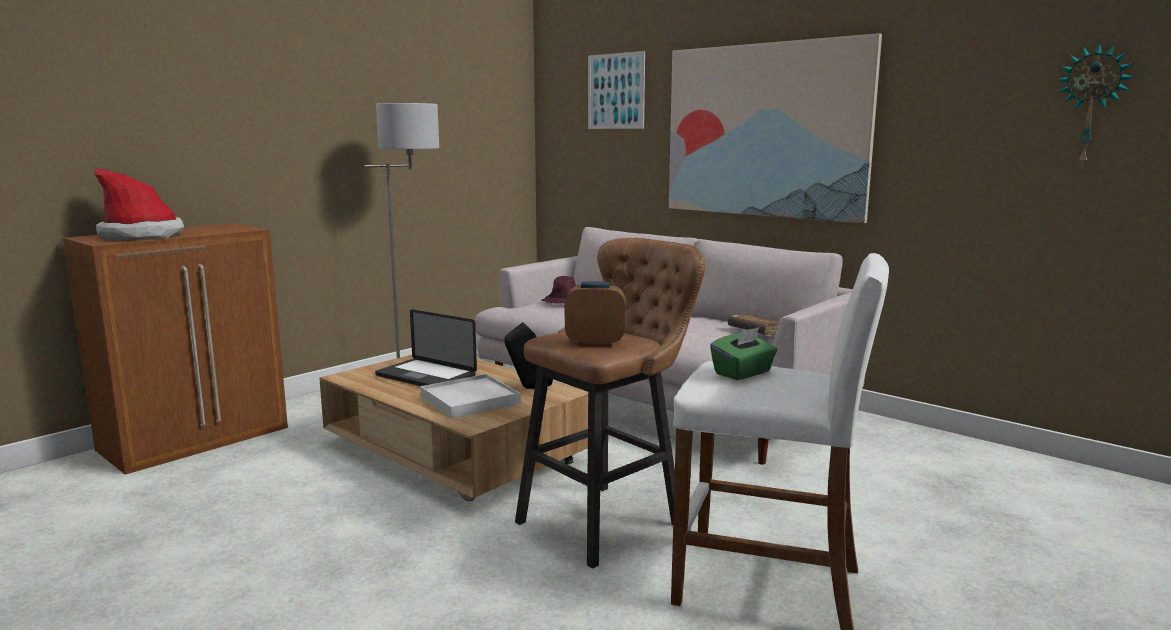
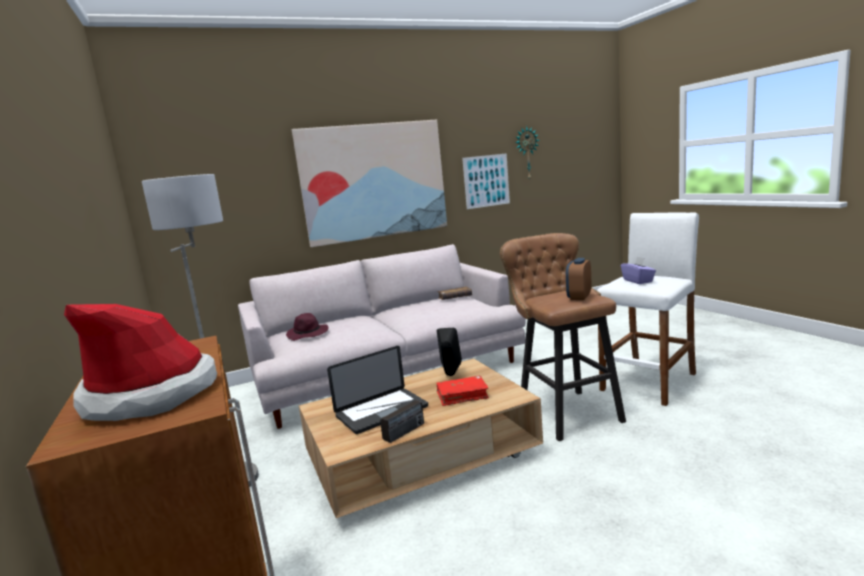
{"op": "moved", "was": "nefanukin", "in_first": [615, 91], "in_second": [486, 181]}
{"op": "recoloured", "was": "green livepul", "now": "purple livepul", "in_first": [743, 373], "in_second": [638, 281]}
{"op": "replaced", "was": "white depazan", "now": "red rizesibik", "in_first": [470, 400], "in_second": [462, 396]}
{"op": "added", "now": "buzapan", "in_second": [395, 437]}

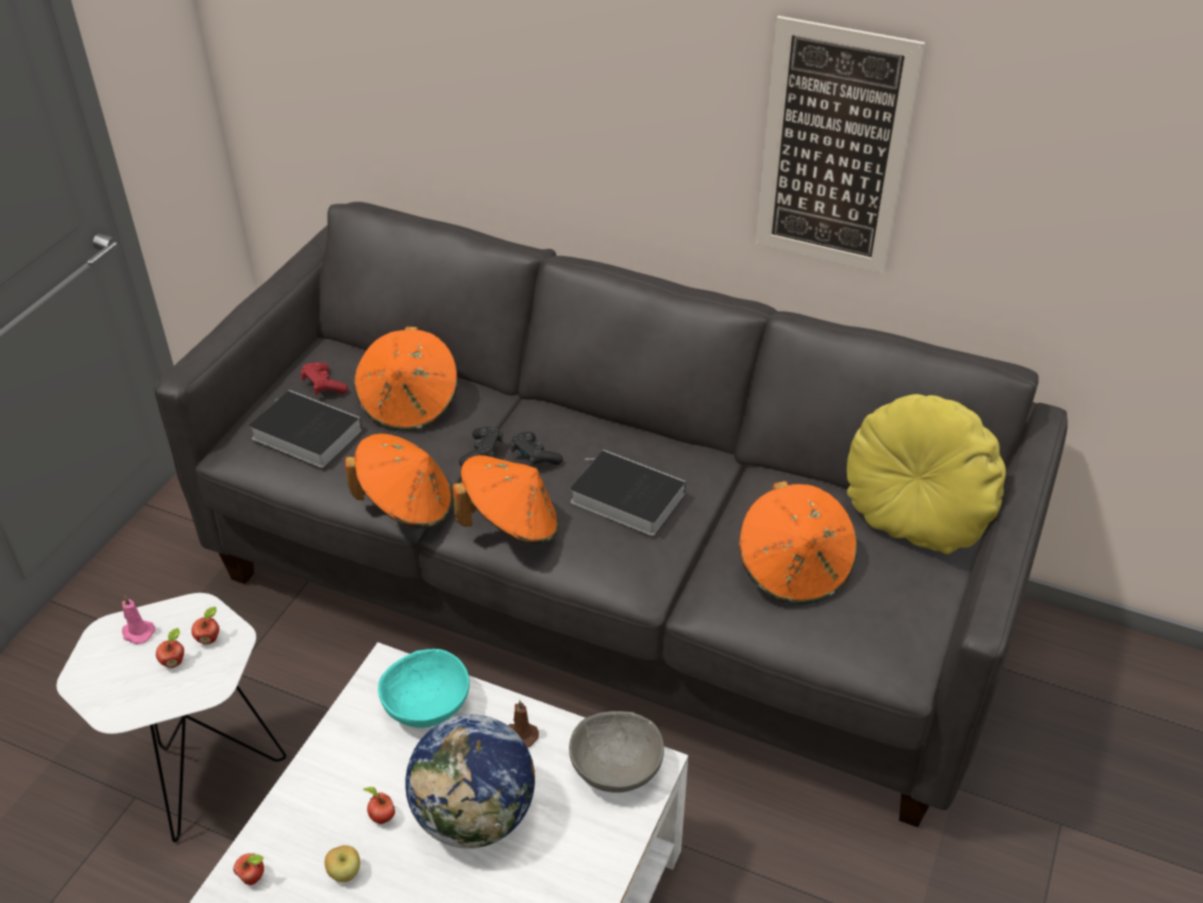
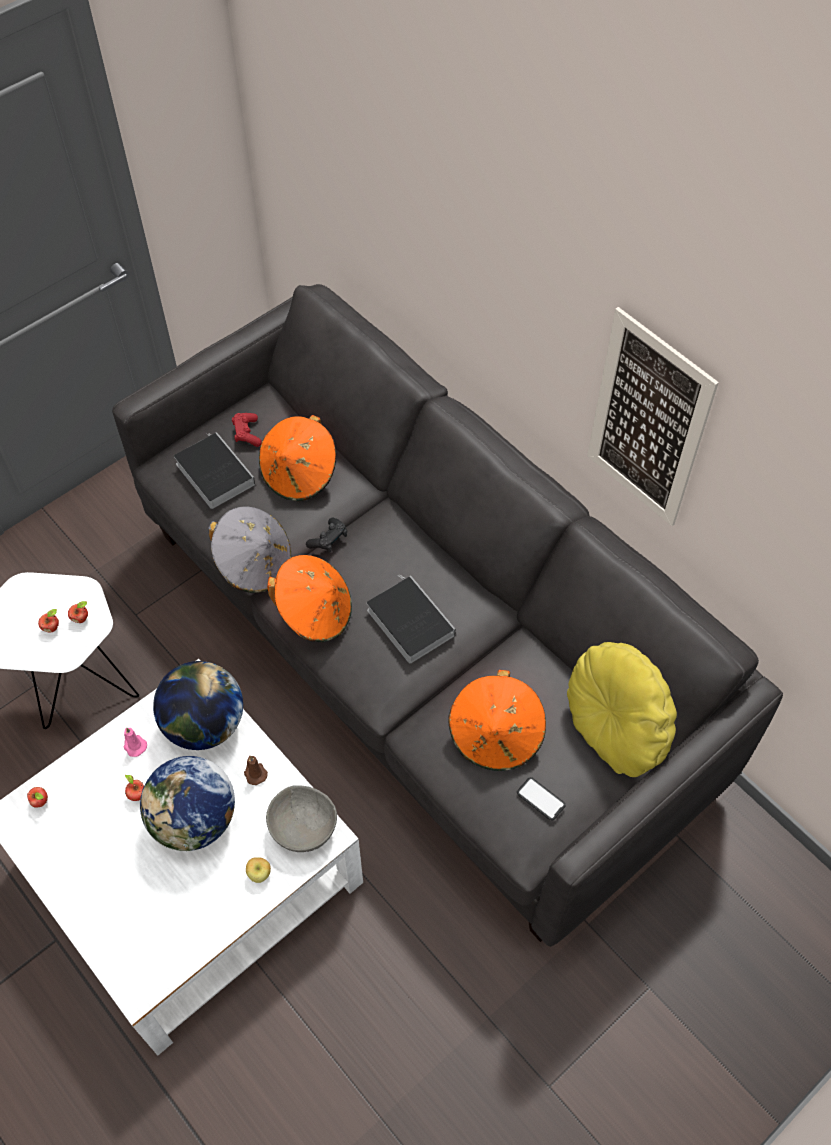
{"op": "removed", "was": "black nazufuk", "in_first": [534, 457]}
{"op": "recoloured", "was": "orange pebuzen", "now": "grey pebuzen", "in_first": [406, 505], "in_second": [254, 564]}
{"op": "moved", "was": "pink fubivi", "in_first": [137, 633], "in_second": [134, 745]}
{"op": "replaced", "was": "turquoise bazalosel", "now": "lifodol", "in_first": [426, 707], "in_second": [204, 724]}
{"op": "moved", "was": "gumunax", "in_first": [345, 873], "in_second": [259, 874]}
{"op": "added", "now": "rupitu", "in_second": [541, 799]}

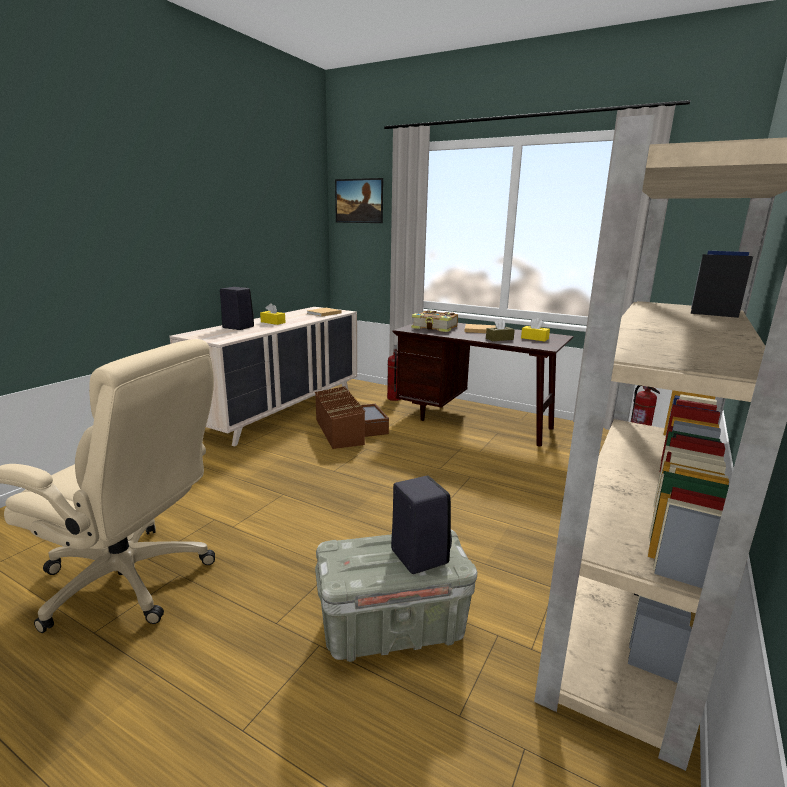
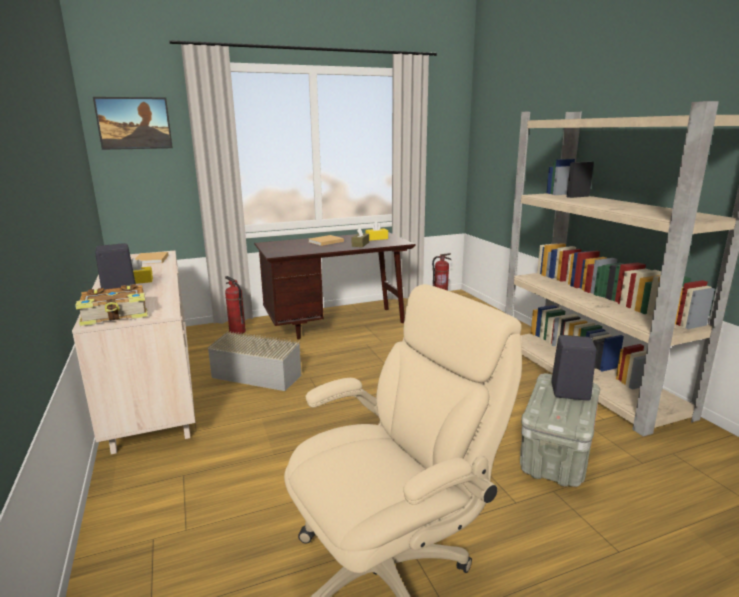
{"op": "moved", "was": "rizesibik", "in_first": [435, 328], "in_second": [116, 314]}
{"op": "recoloured", "was": "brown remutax", "now": "grey remutax", "in_first": [348, 429], "in_second": [260, 371]}

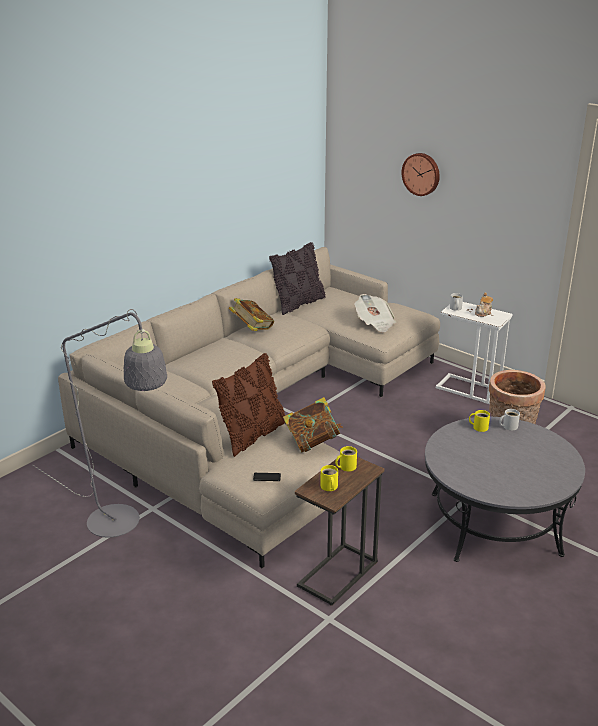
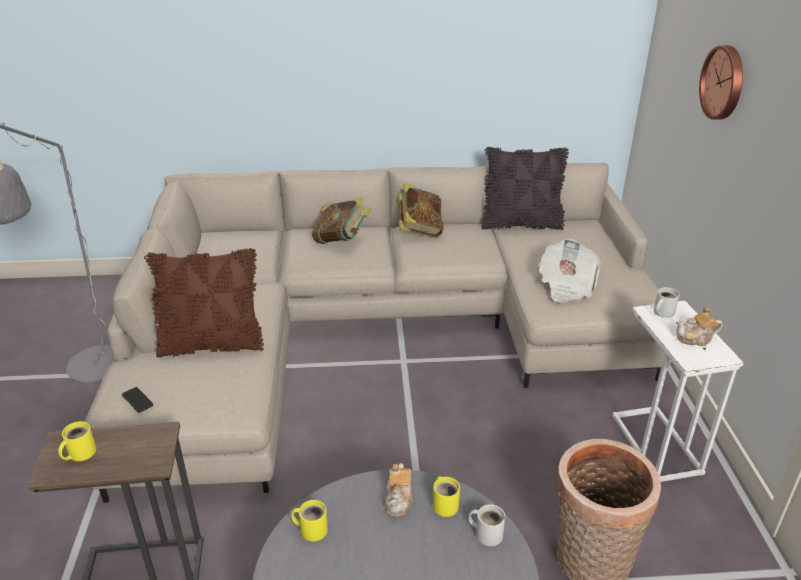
{"op": "moved", "was": "rizesibik", "in_first": [313, 442], "in_second": [342, 240]}
{"op": "moved", "was": "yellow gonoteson", "in_first": [346, 466], "in_second": [312, 529]}
{"op": "added", "now": "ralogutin", "in_second": [399, 500]}

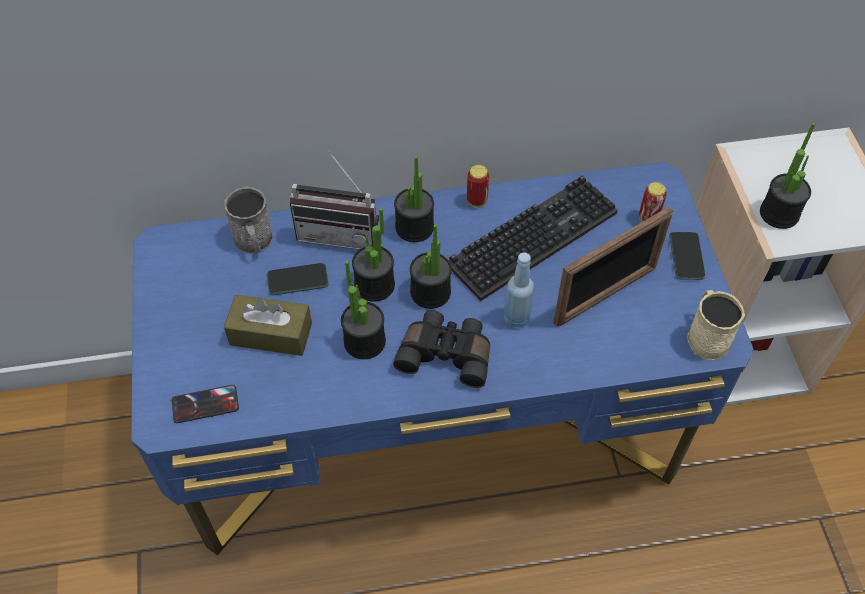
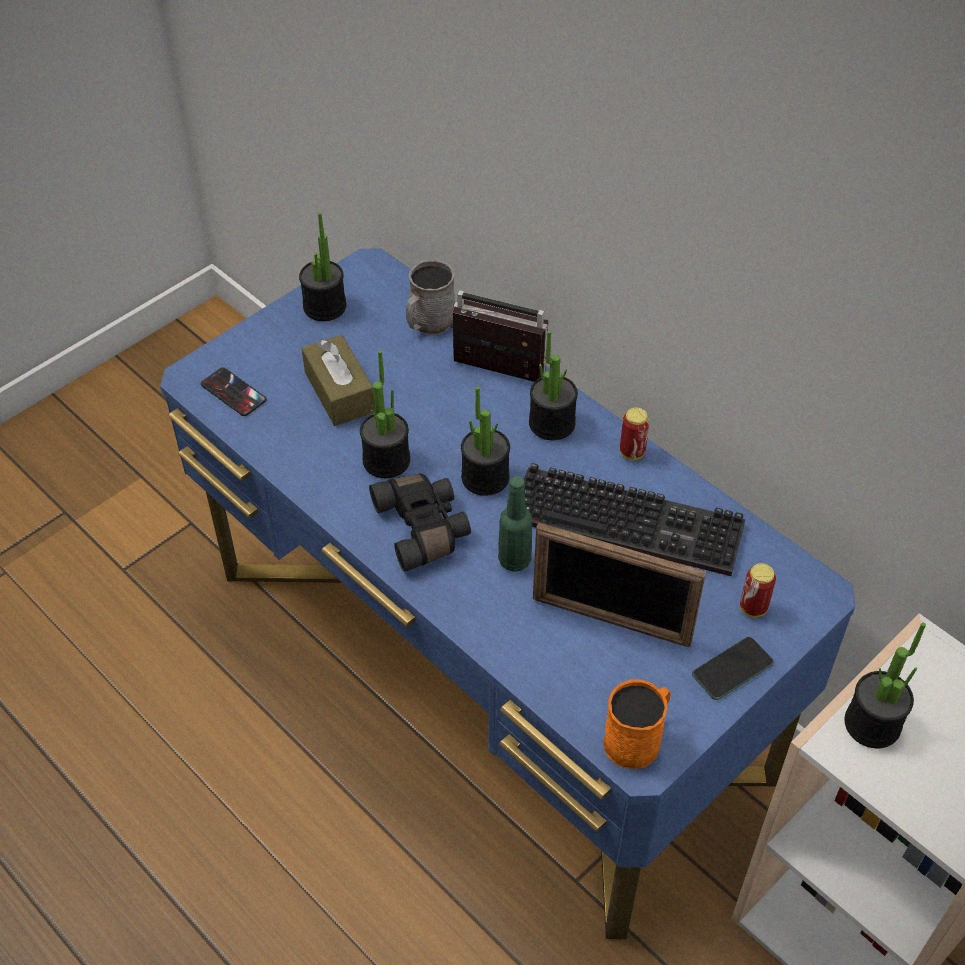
{"op": "turned", "was": "buzapan", "in_first": [340, 232], "in_second": [494, 374], "clockwise": 135}
{"op": "moved", "was": "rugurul", "in_first": [374, 285], "in_second": [324, 306]}
{"op": "recoloured", "was": "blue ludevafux", "now": "green ludevafux", "in_first": [516, 317], "in_second": [514, 560]}
{"op": "removed", "was": "rupitu", "in_first": [297, 280]}
{"op": "recoloured", "was": "beige gonoteson", "now": "orange gonoteson", "in_first": [706, 336], "in_second": [637, 738]}

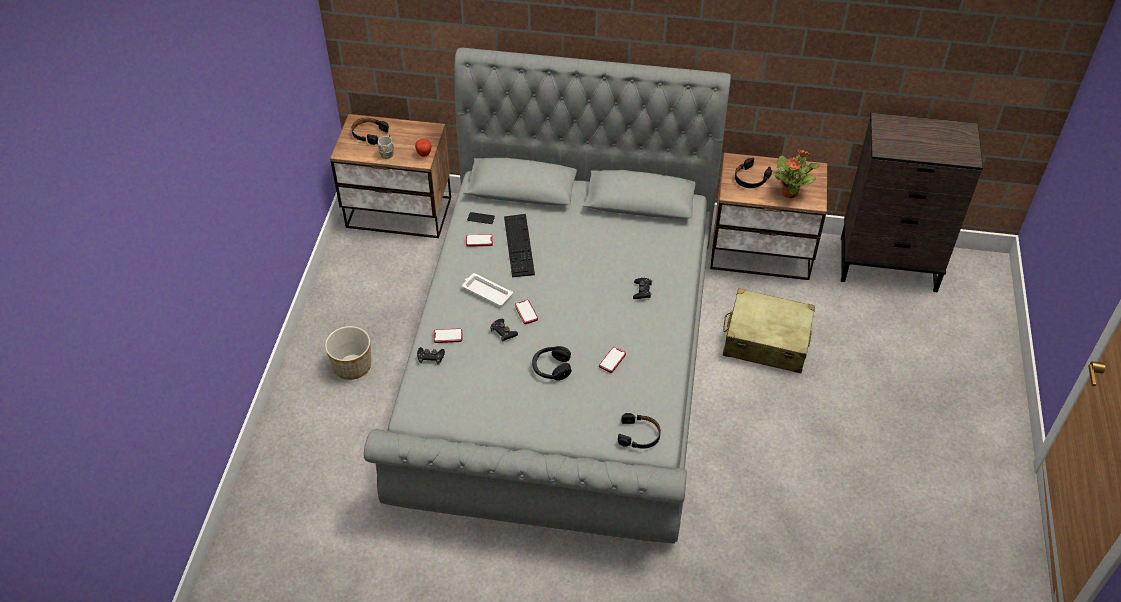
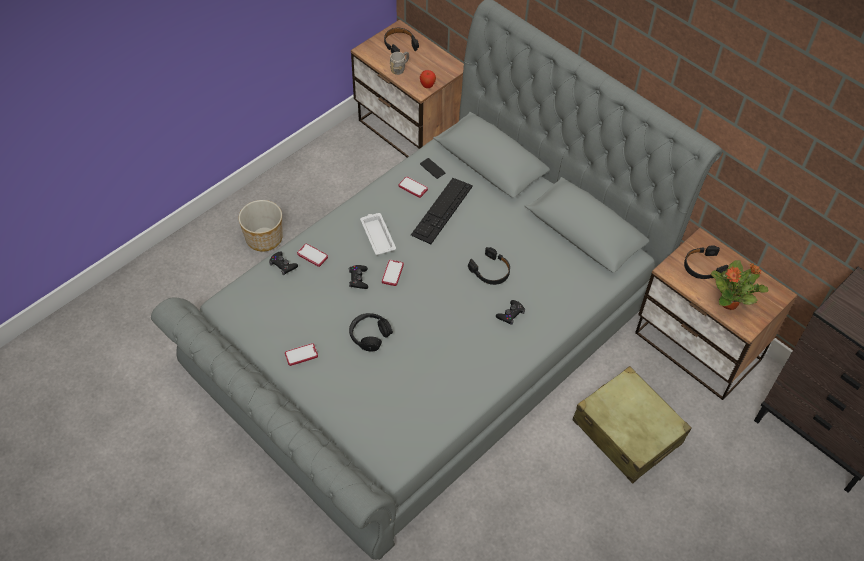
{"op": "moved", "was": "rupitu", "in_first": [612, 360], "in_second": [301, 355]}
{"op": "moved", "was": "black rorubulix", "in_first": [639, 435], "in_second": [490, 271]}

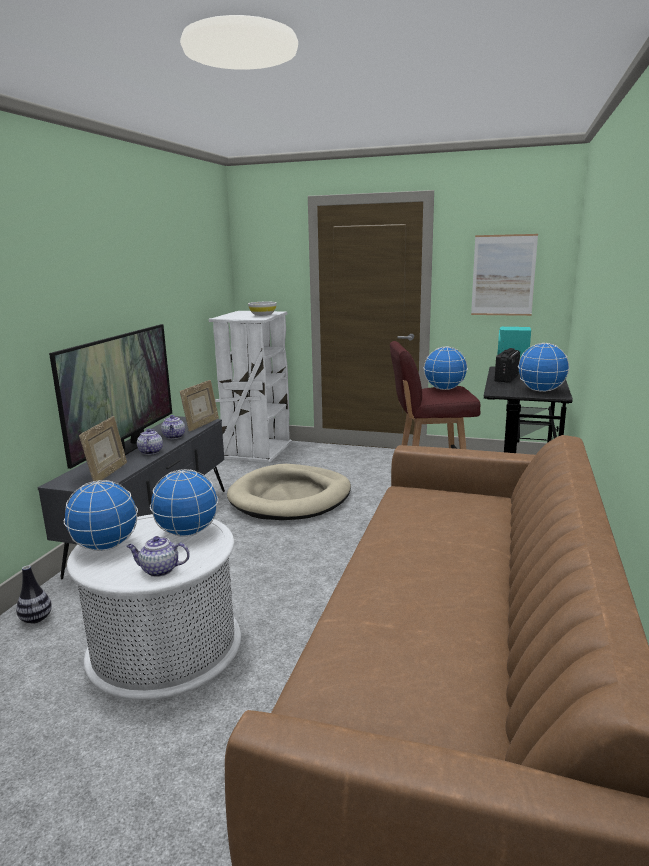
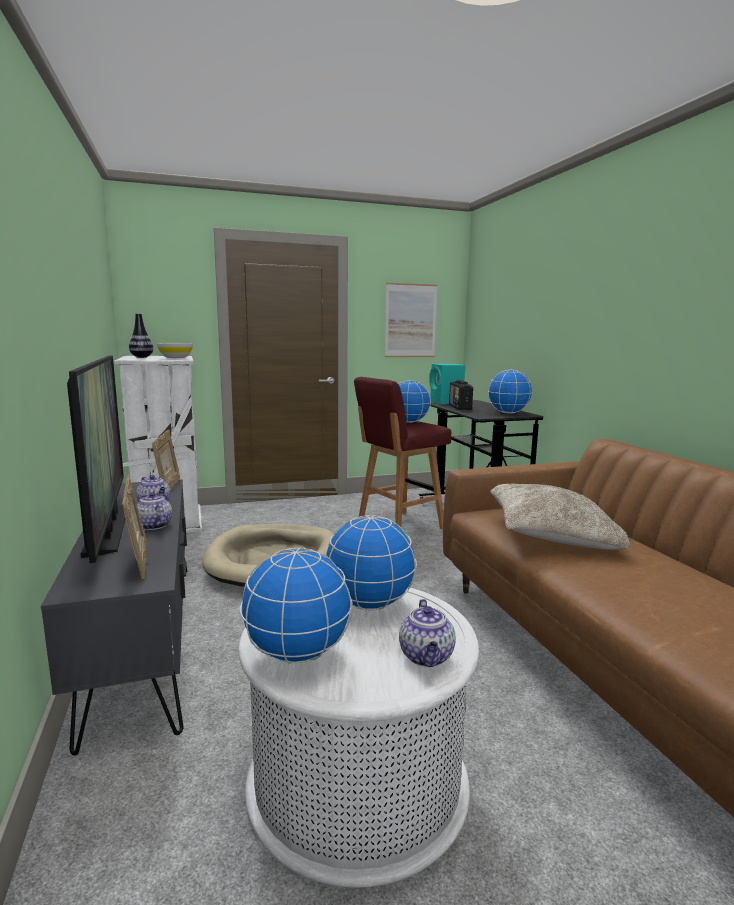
{"op": "turned", "was": "ralogutin", "in_first": [159, 570], "in_second": [427, 657], "clockwise": -60}
{"op": "moved", "was": "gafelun", "in_first": [36, 619], "in_second": [141, 357]}
{"op": "added", "now": "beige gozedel", "in_second": [552, 535]}

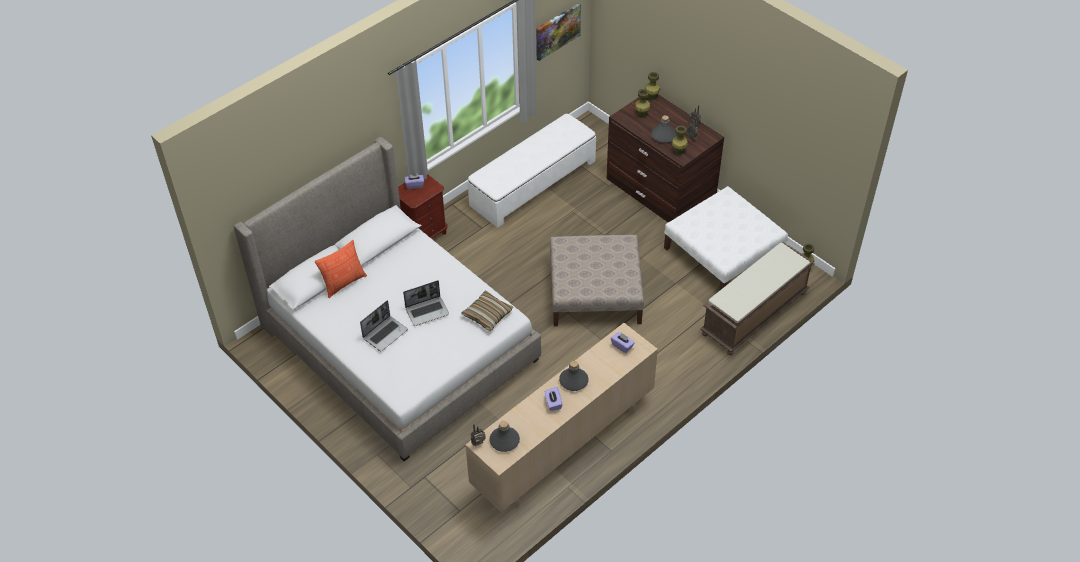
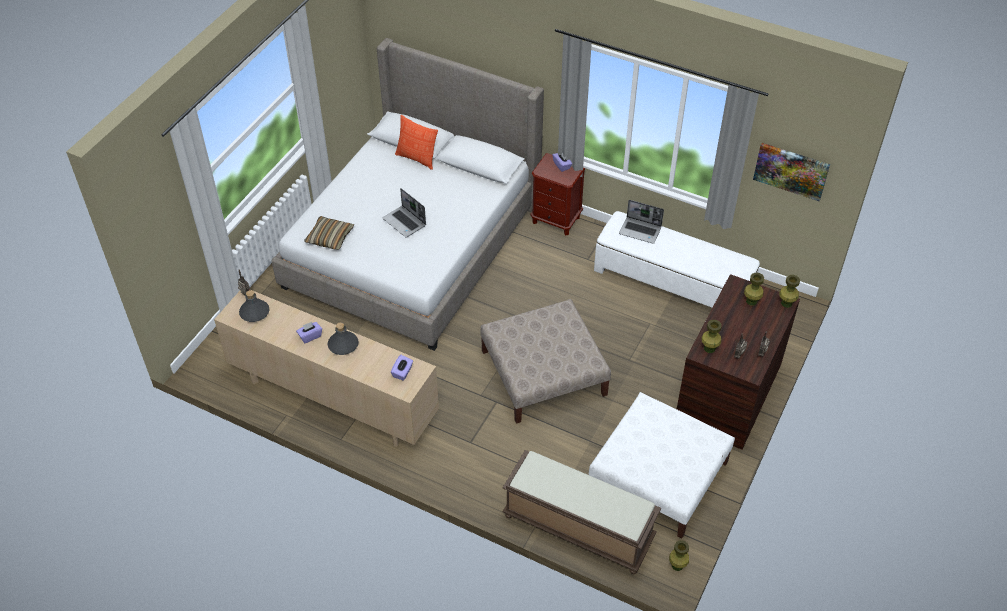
{"op": "removed", "was": "grey ludevafux", "in_first": [663, 135]}
{"op": "moved", "was": "gozedel", "in_first": [487, 315], "in_second": [330, 237]}
{"op": "moved", "was": "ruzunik", "in_first": [385, 333], "in_second": [640, 231]}

